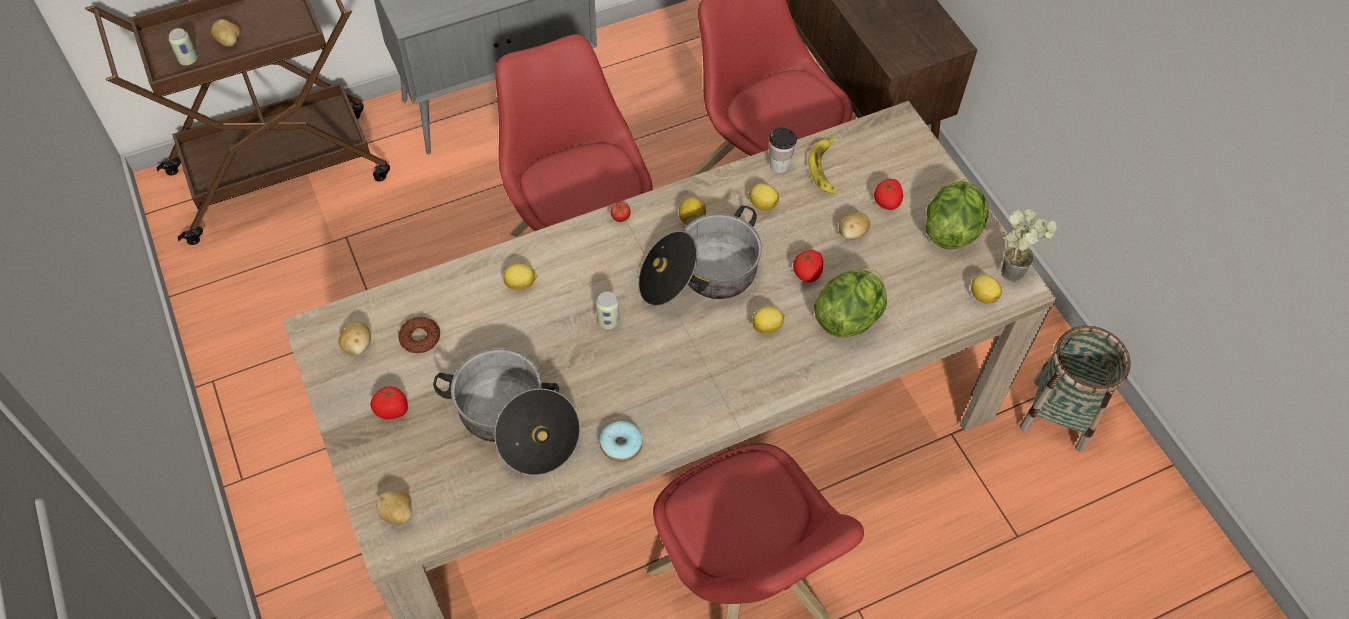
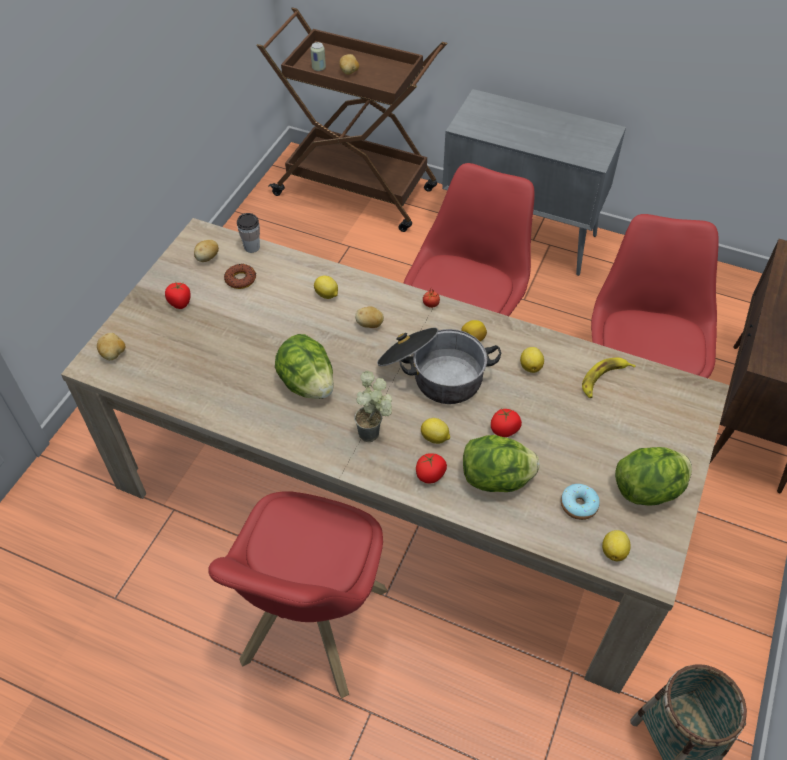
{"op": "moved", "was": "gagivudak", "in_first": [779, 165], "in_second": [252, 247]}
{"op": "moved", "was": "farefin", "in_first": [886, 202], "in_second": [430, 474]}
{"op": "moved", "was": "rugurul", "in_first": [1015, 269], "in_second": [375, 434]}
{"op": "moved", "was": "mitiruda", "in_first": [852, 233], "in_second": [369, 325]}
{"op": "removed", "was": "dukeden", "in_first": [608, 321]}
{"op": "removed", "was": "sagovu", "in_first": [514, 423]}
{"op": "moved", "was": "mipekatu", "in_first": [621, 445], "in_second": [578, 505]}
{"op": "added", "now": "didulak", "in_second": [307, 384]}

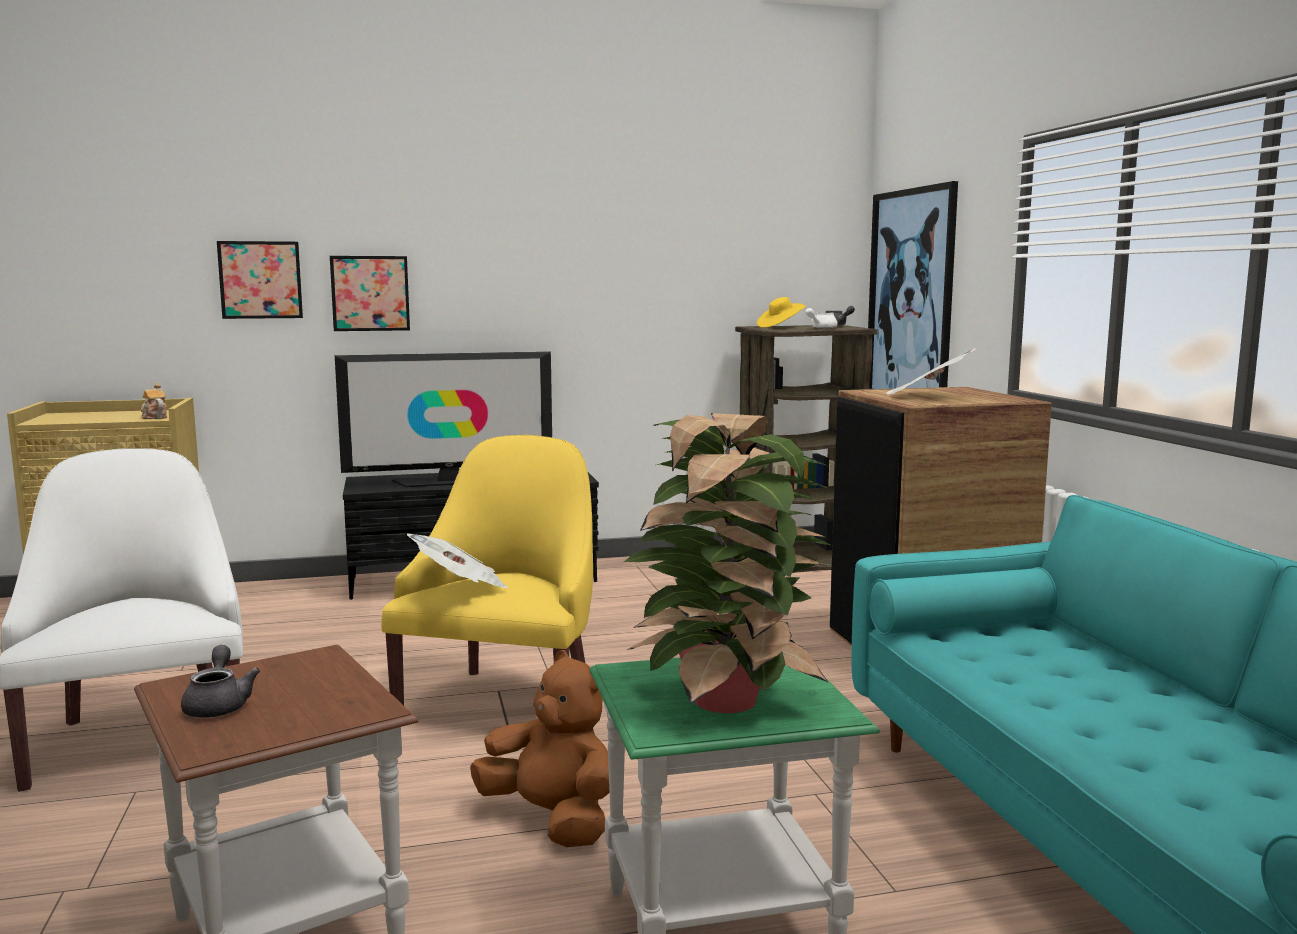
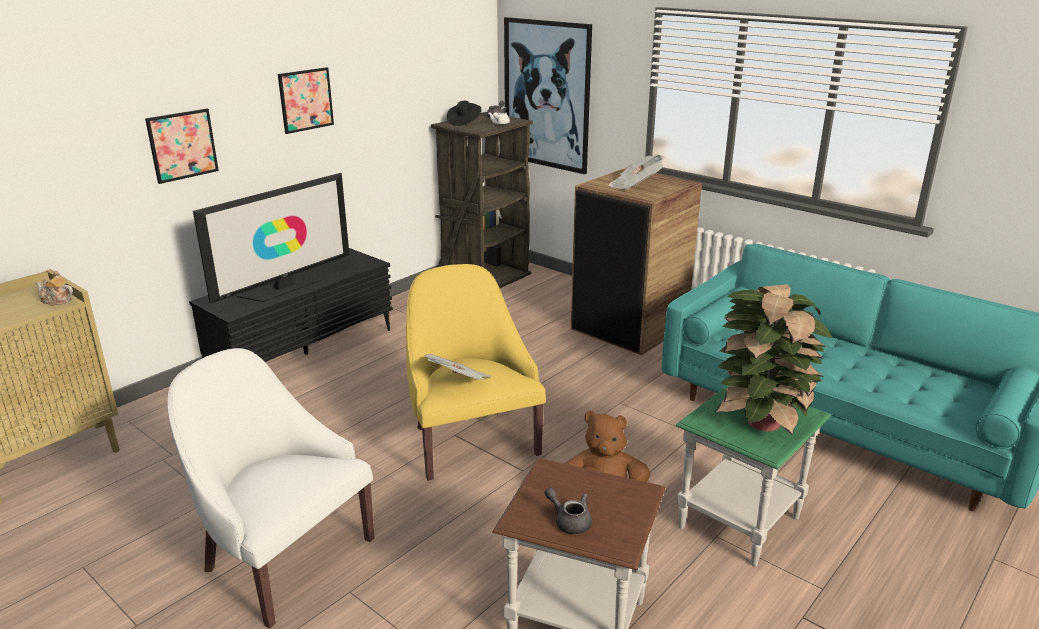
{"op": "moved", "was": "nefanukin", "in_first": [260, 280], "in_second": [306, 100]}
{"op": "recoloured", "was": "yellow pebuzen", "now": "black pebuzen", "in_first": [780, 326], "in_second": [464, 122]}

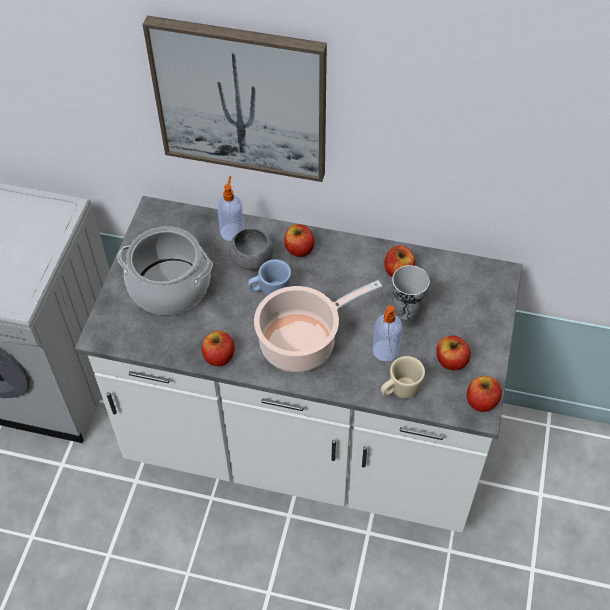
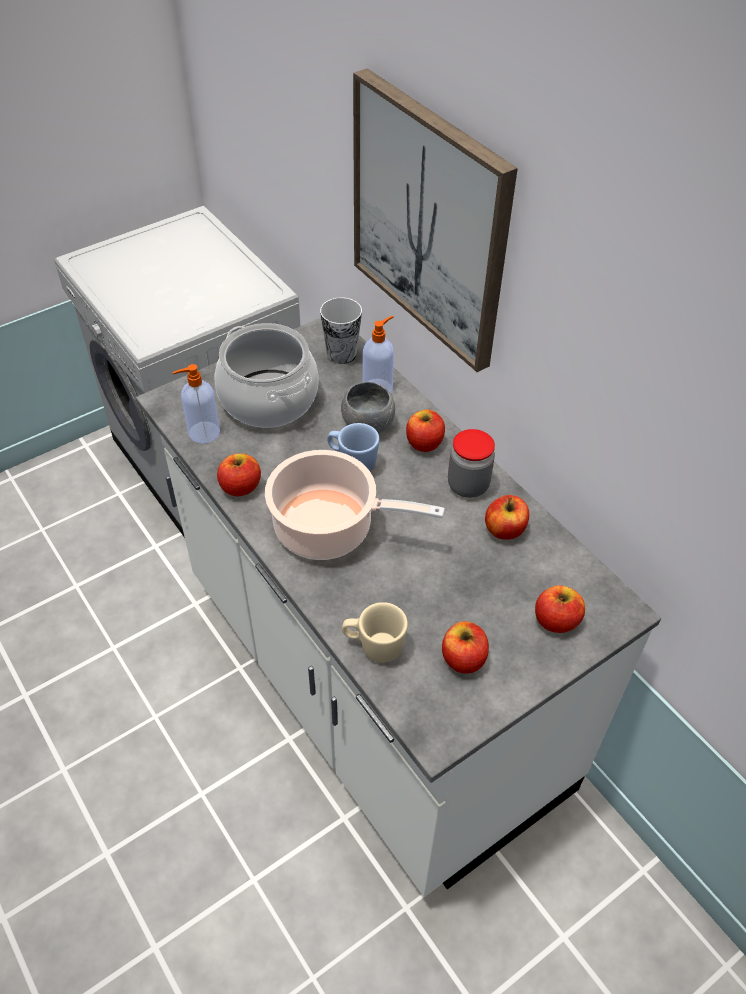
{"op": "moved", "was": "gagivudak", "in_first": [406, 309], "in_second": [341, 354]}
{"op": "moved", "was": "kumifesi", "in_first": [385, 351], "in_second": [203, 433]}
{"op": "moved", "was": "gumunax", "in_first": [481, 401], "in_second": [556, 620]}
{"op": "added", "now": "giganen", "in_second": [468, 485]}

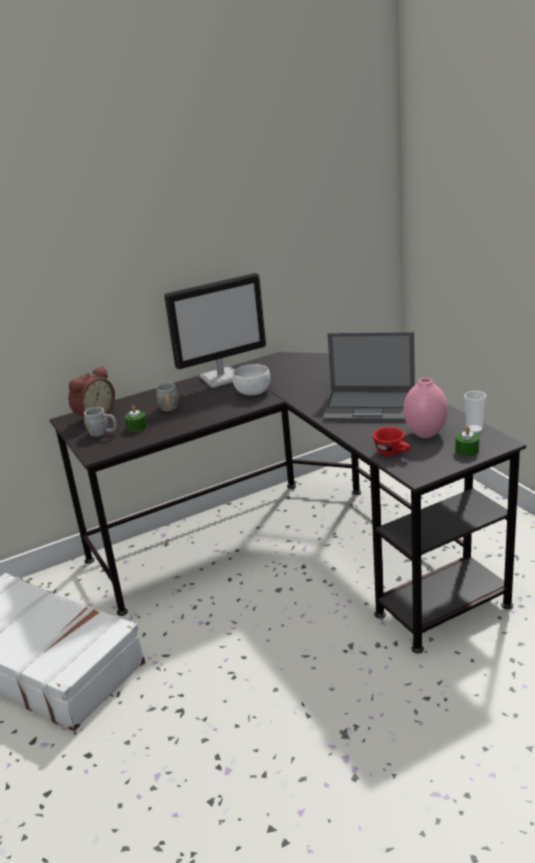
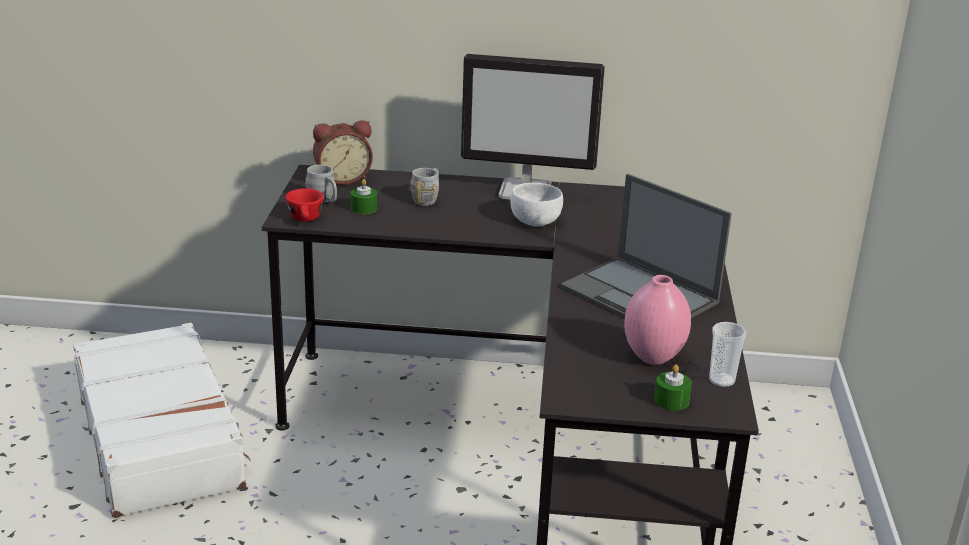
{"op": "moved", "was": "red gagivudak", "in_first": [393, 453], "in_second": [306, 220]}

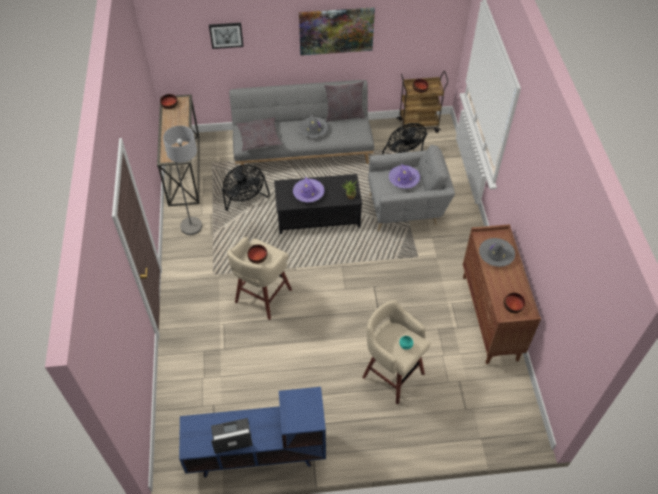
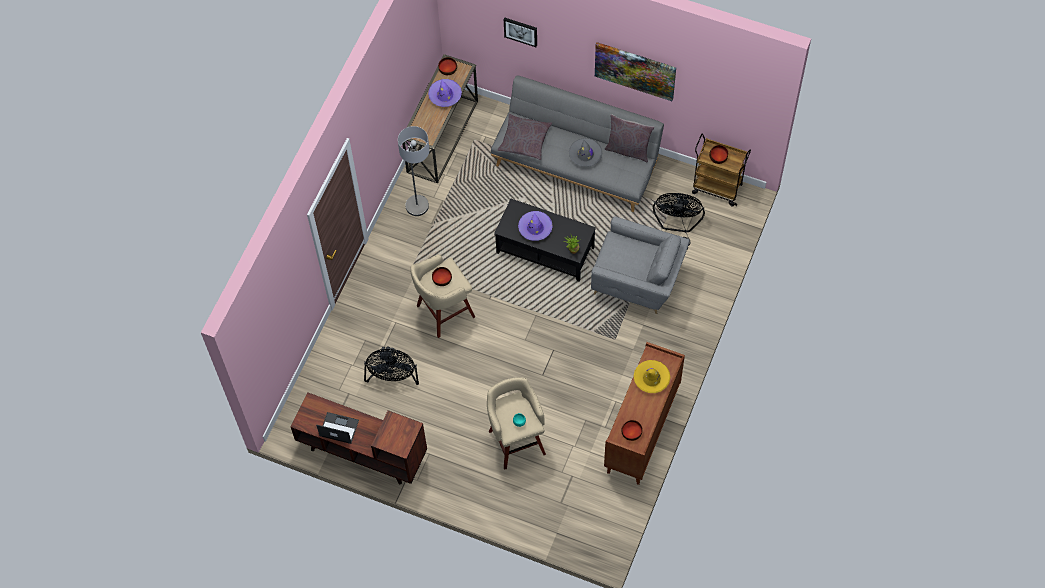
{"op": "moved", "was": "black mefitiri", "in_first": [242, 198], "in_second": [391, 373]}
{"op": "moved", "was": "purple pebuzen", "in_first": [404, 179], "in_second": [445, 95]}
{"op": "recoloured", "was": "grey pebuzen", "now": "yellow pebuzen", "in_first": [496, 255], "in_second": [651, 378]}
{"op": "recoloured", "was": "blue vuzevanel", "now": "brown vuzevanel", "in_first": [256, 454], "in_second": [361, 452]}

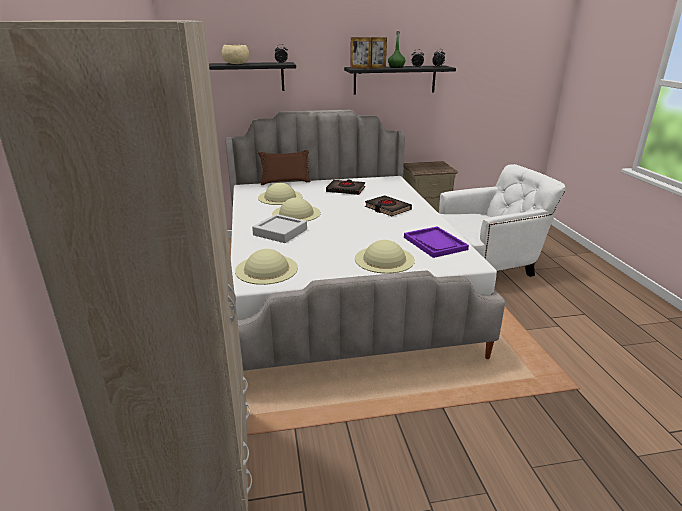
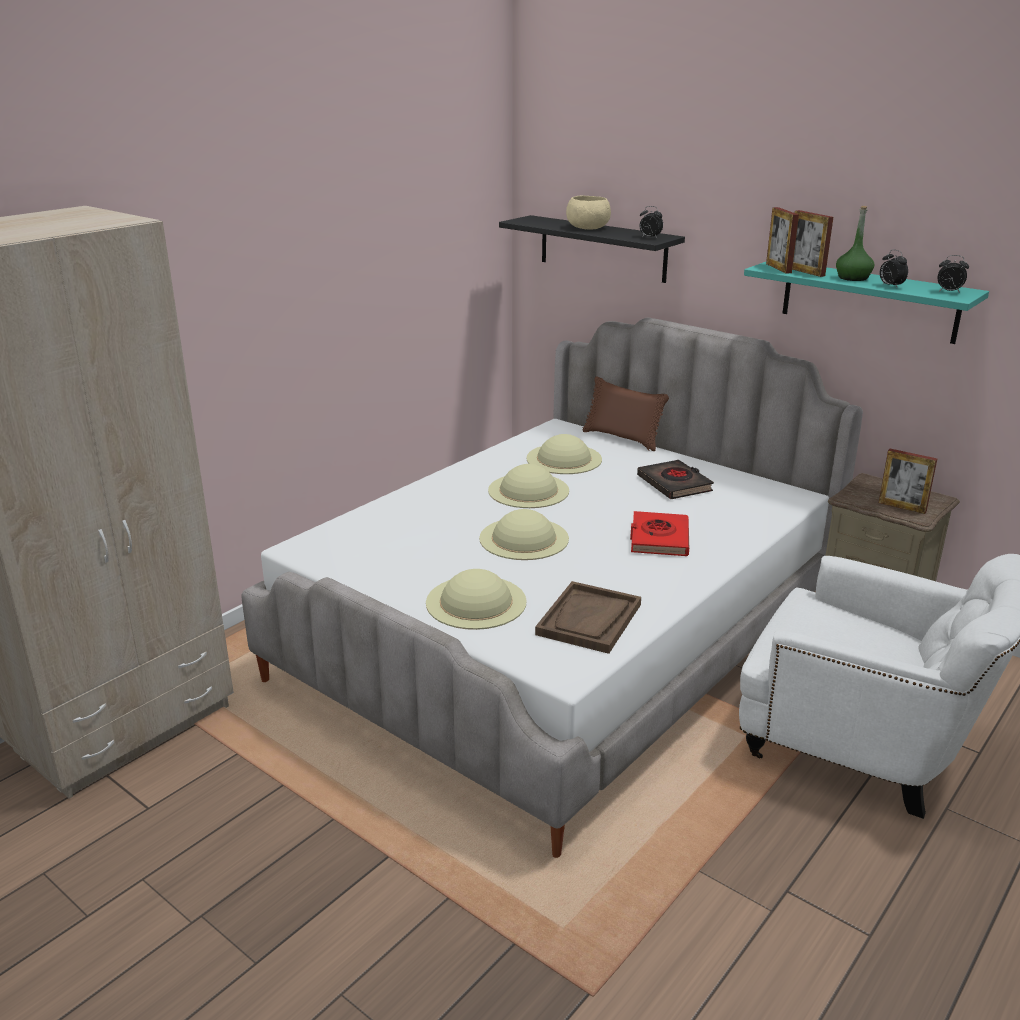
{"op": "recoloured", "was": "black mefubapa", "now": "turquoise mefubapa", "in_first": [394, 79], "in_second": [869, 301]}
{"op": "recoloured", "was": "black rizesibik", "now": "red rizesibik", "in_first": [387, 209], "in_second": [659, 539]}
{"op": "removed", "was": "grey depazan", "in_first": [280, 232]}
{"op": "recoloured", "was": "purple depazan", "now": "brown depazan", "in_first": [435, 243], "in_second": [589, 620]}
{"op": "moved", "was": "beige pebuzen", "in_first": [266, 269], "in_second": [524, 538]}
{"op": "added", "now": "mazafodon", "in_second": [902, 507]}

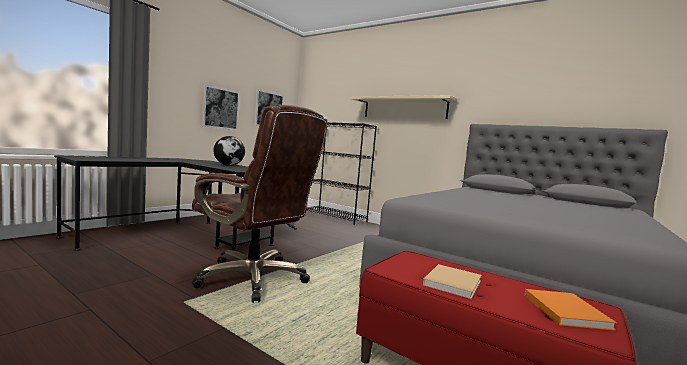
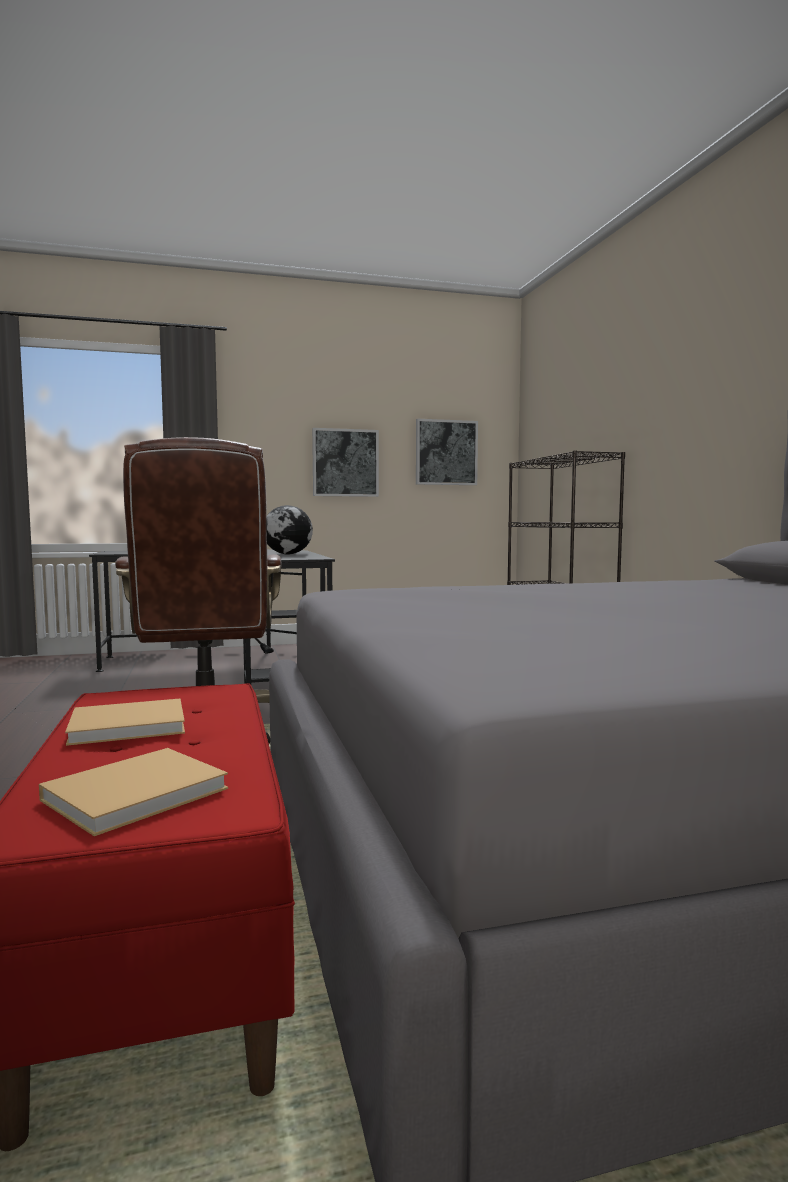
{"op": "removed", "was": "beige mefubapa", "in_first": [404, 108]}
{"op": "recoloured", "was": "orange rizesibik", "now": "beige rizesibik", "in_first": [564, 310], "in_second": [140, 793]}

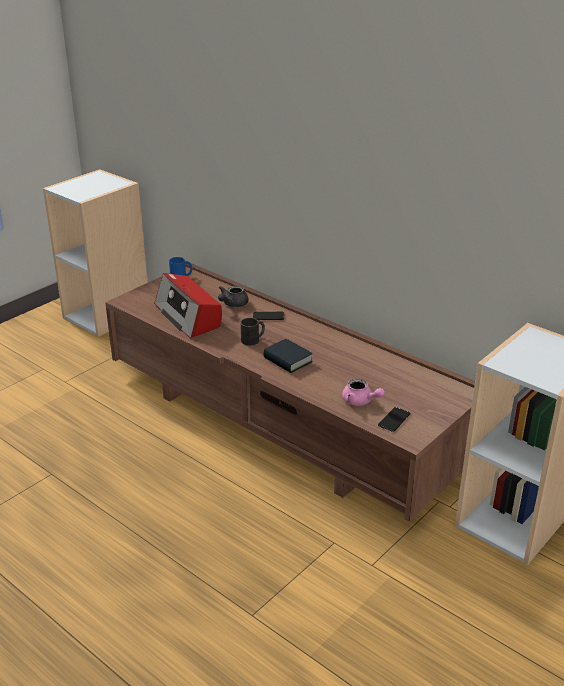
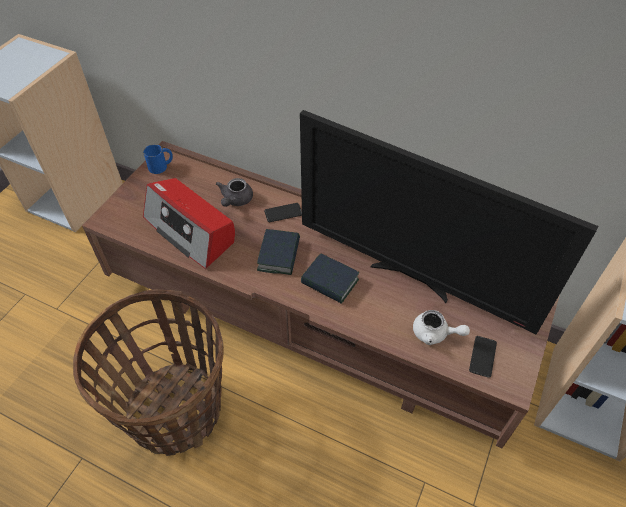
{"op": "replaced", "was": "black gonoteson", "now": "rizesibik", "in_first": [253, 339], "in_second": [279, 255]}
{"op": "recoloured", "was": "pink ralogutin", "now": "white ralogutin", "in_first": [360, 401], "in_second": [435, 334]}
{"op": "added", "now": "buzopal", "in_second": [412, 278]}
{"op": "added", "now": "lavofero", "in_second": [175, 410]}

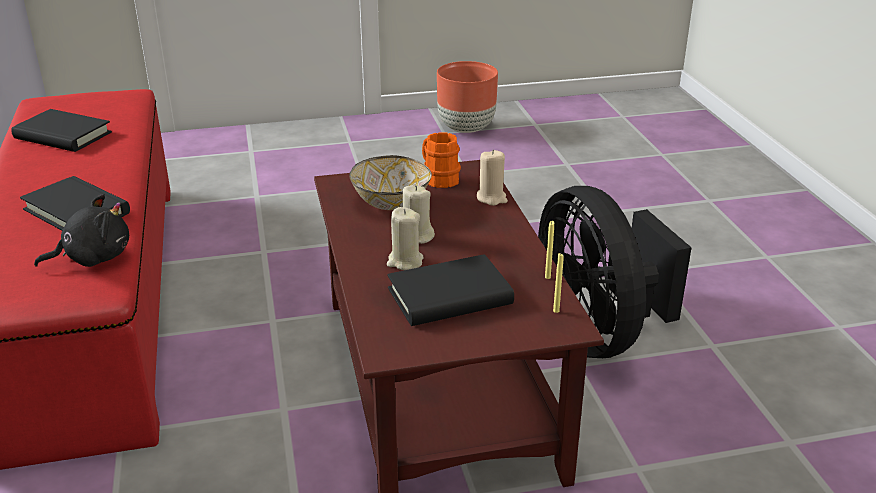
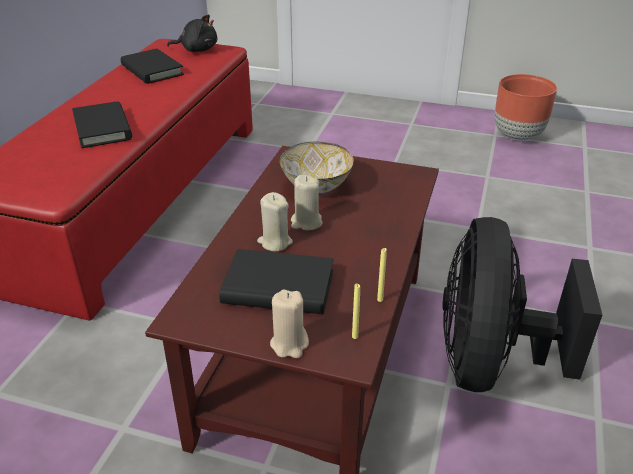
{"op": "removed", "was": "orange gonoteson", "in_first": [438, 178]}
{"op": "moved", "was": "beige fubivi", "in_first": [491, 198], "in_second": [289, 344]}
{"op": "moved", "was": "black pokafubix", "in_first": [93, 258], "in_second": [197, 50]}

